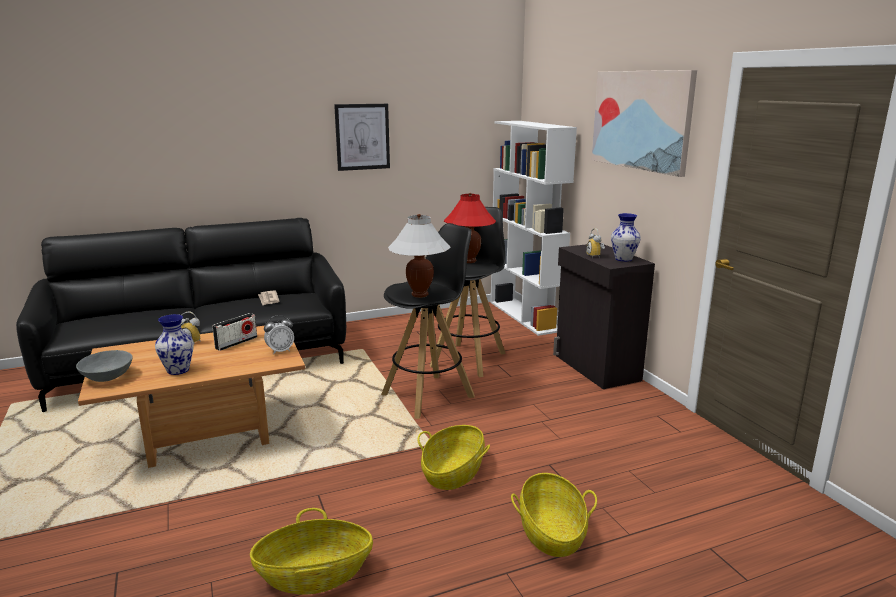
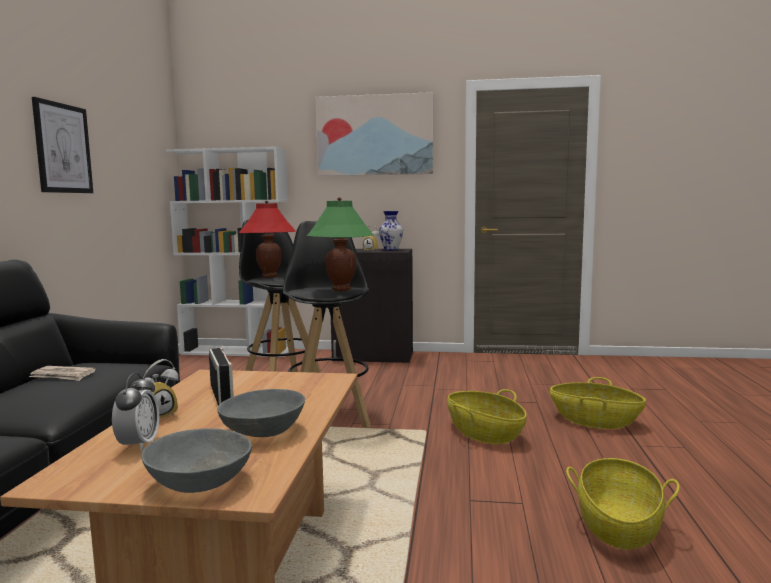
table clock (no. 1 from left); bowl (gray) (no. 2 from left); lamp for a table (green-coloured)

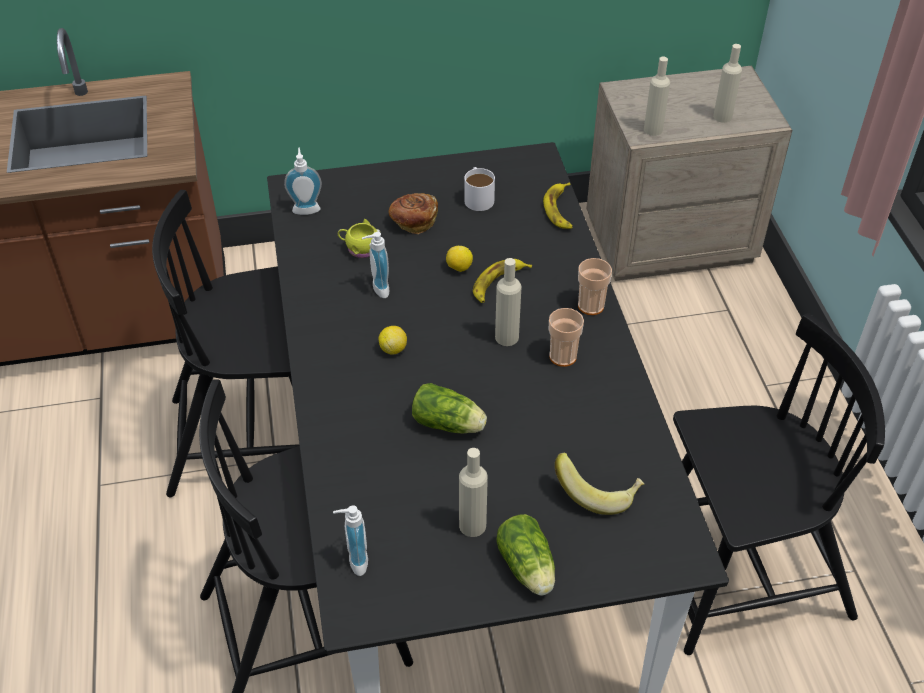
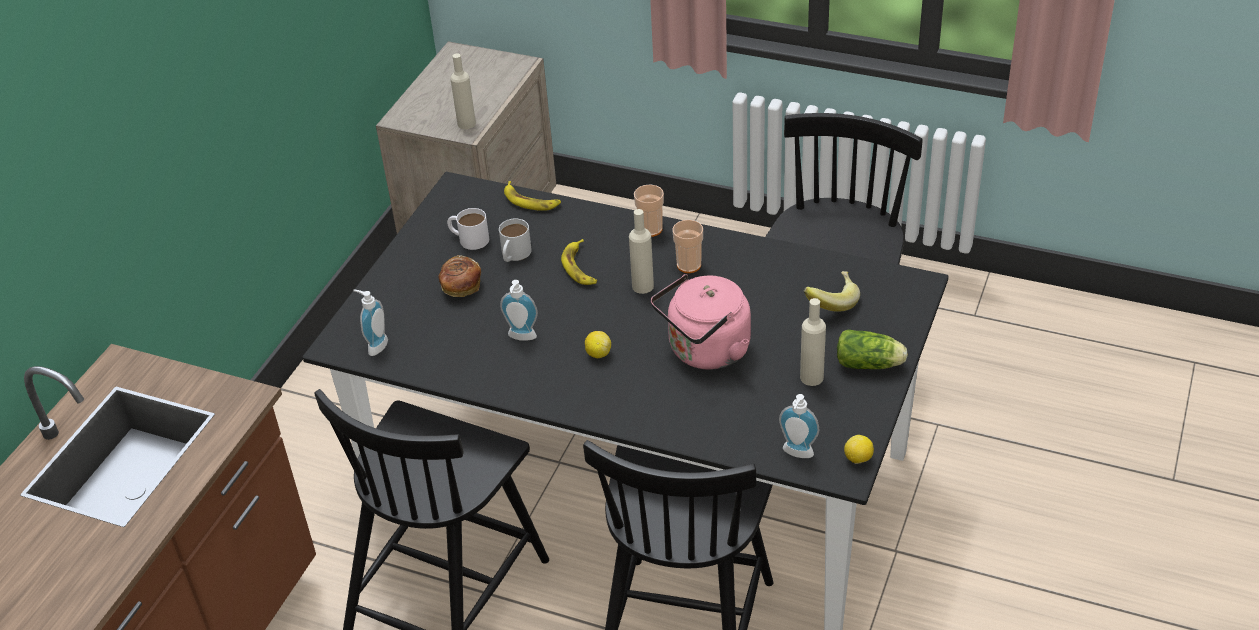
coffee mug (whitish) (no. 2 from left); kettle (pink-coloured); whole lemon (no. 2 from left); coffee mug (yellow-coloured); drink bottle (beige) (no. 4 from left in the first image)

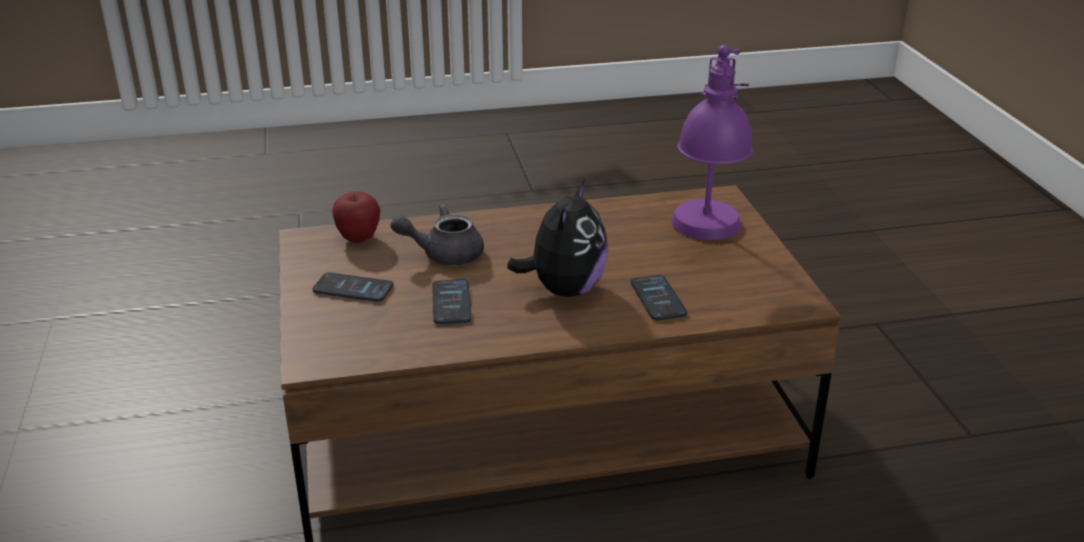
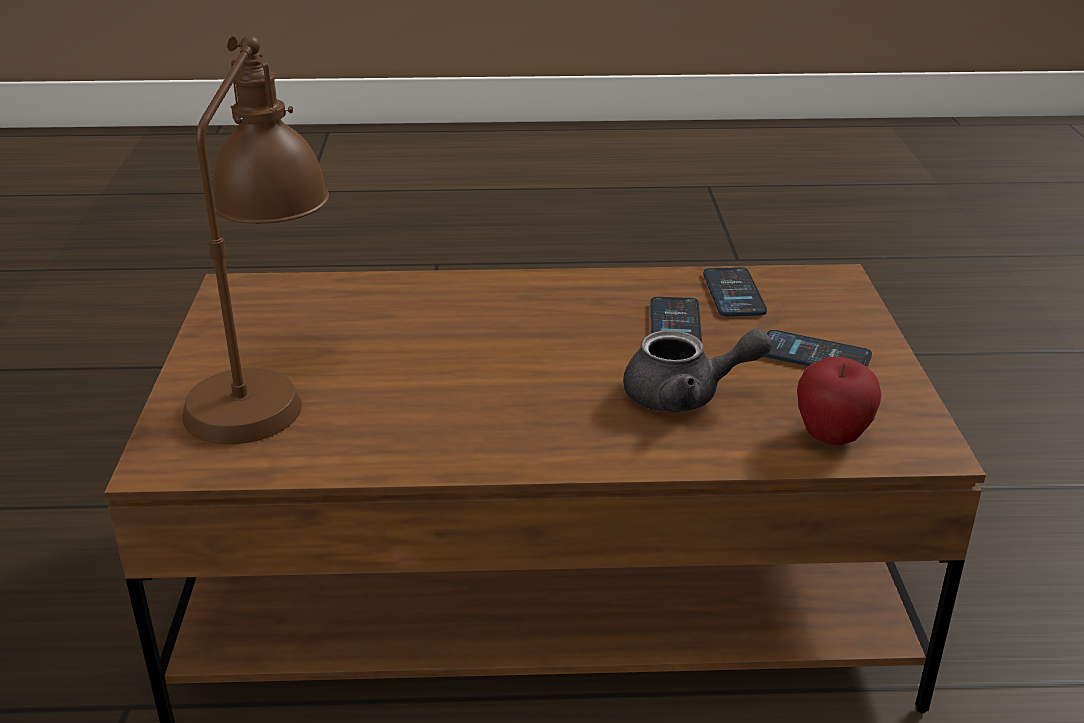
lamp for a table (brownish); phone (no. 2 from left); plush toy

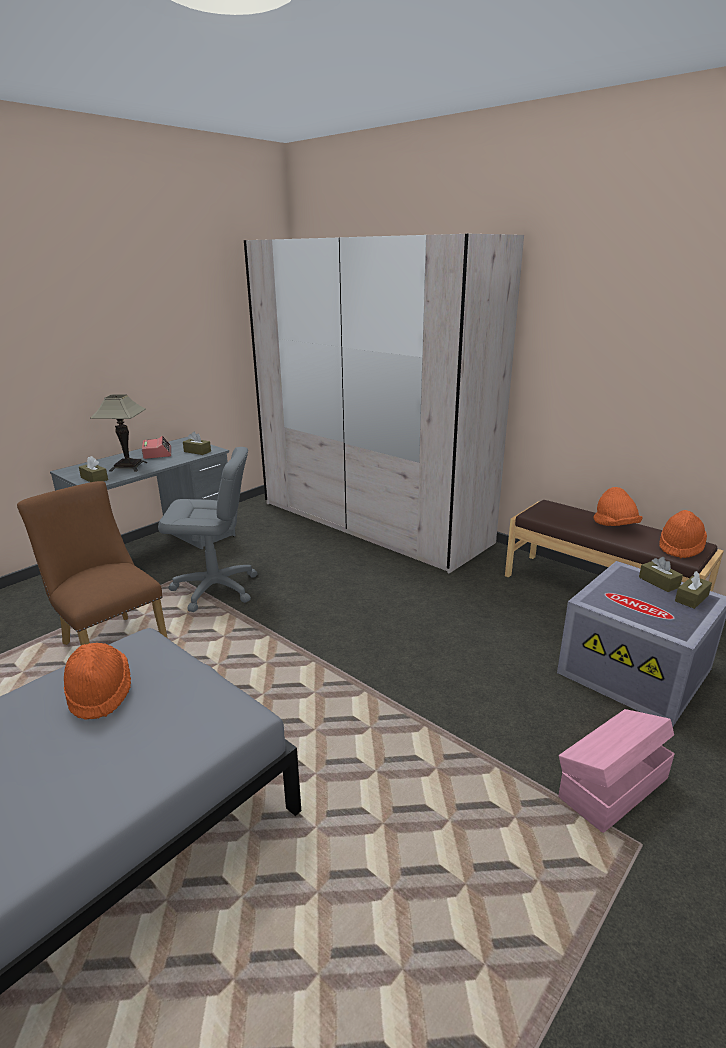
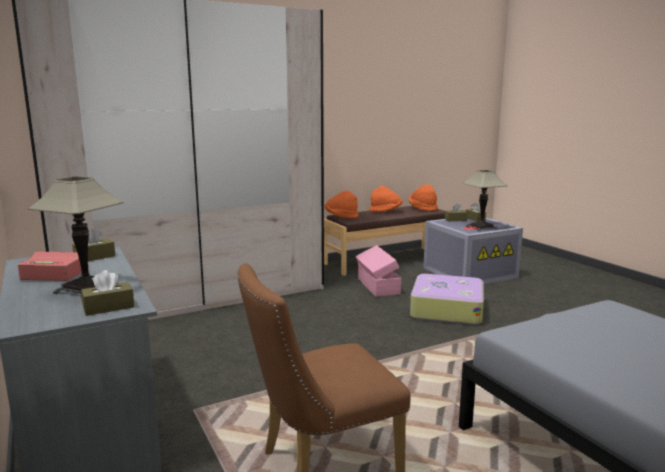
clothing hat (orangey) (no. 1 from left); storage container (pink-coloured); travel case; lamp for a table (no. 2 from left); computer chair (gray)

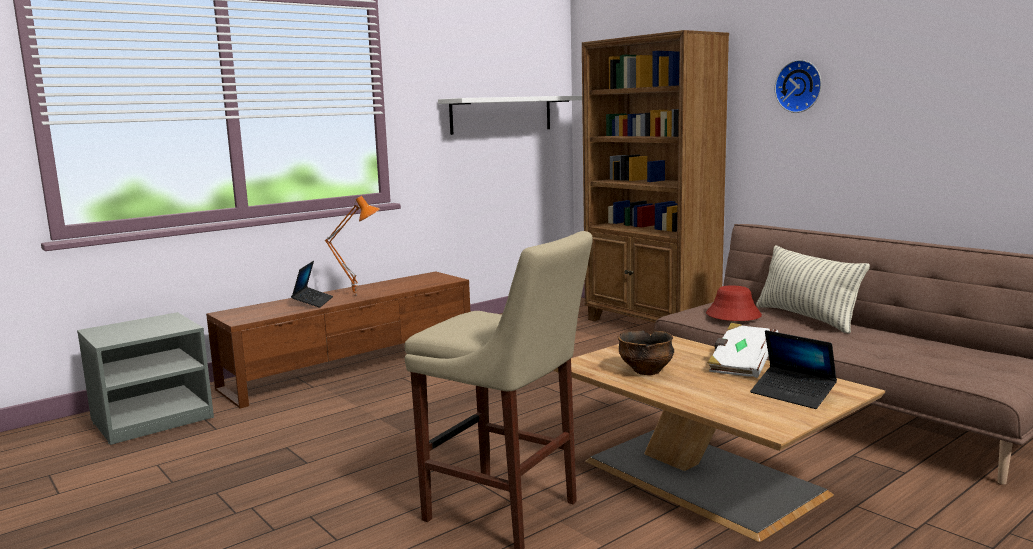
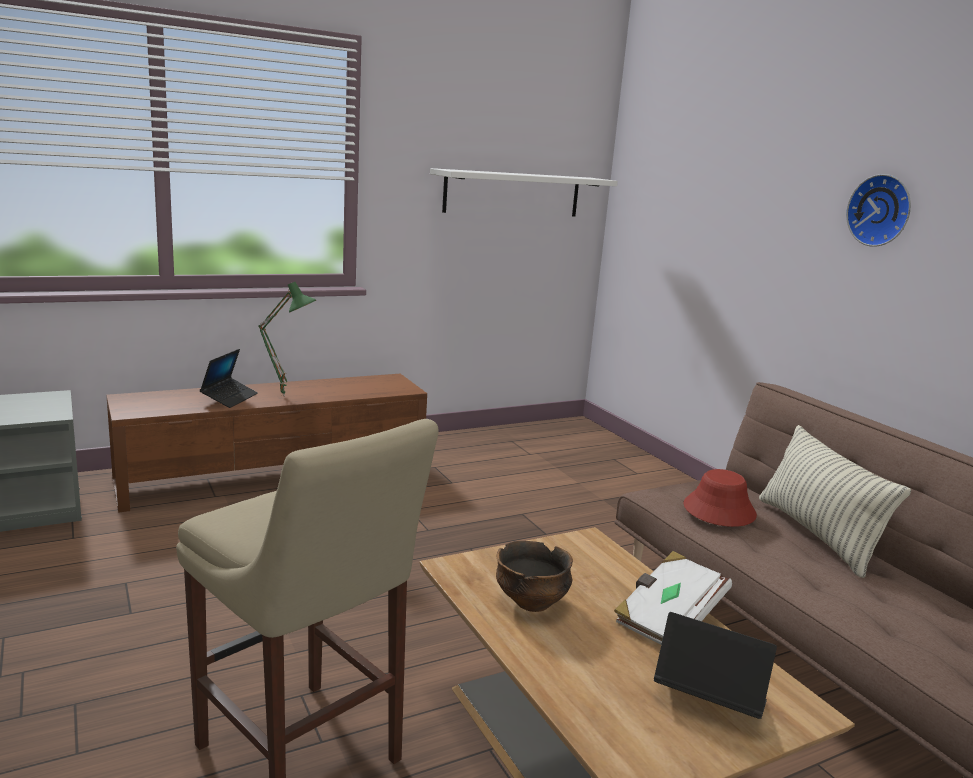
lamp for a table (green-coloured); portable computer (no. 2 from left); bookshelf (brownish)

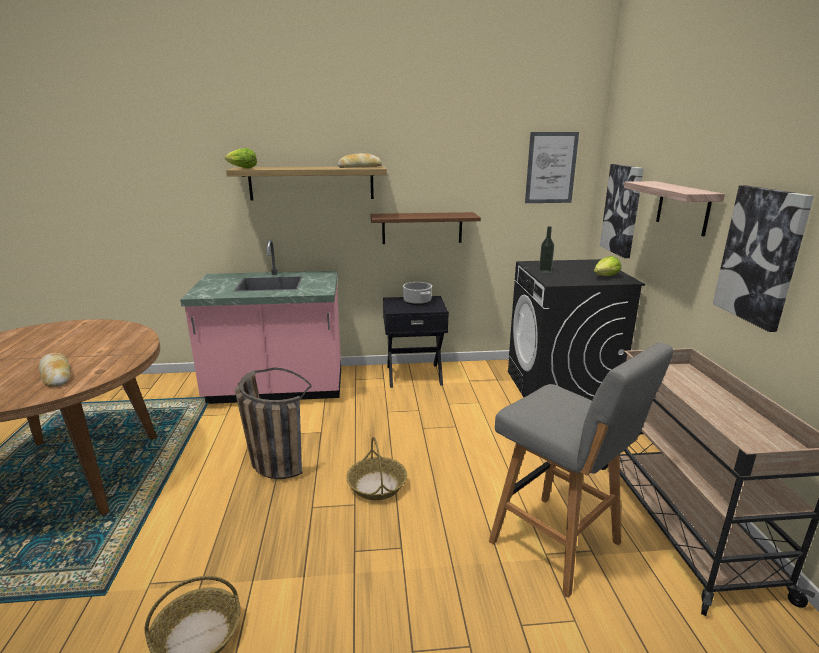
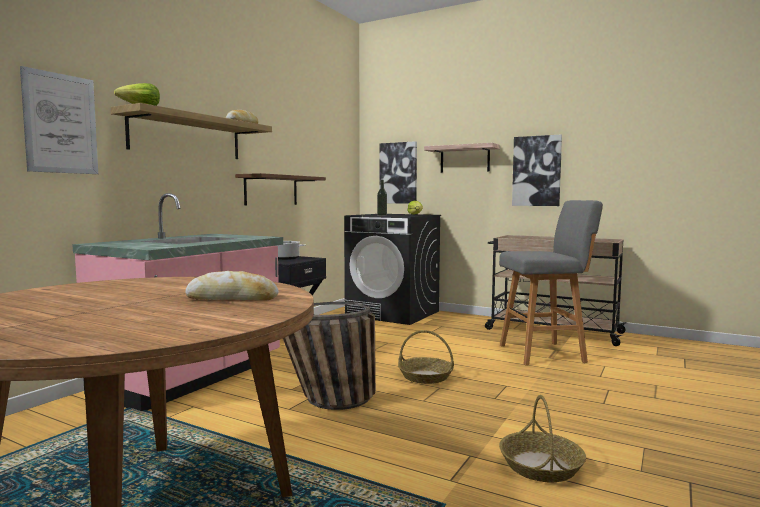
wall art (no. 1 from left)

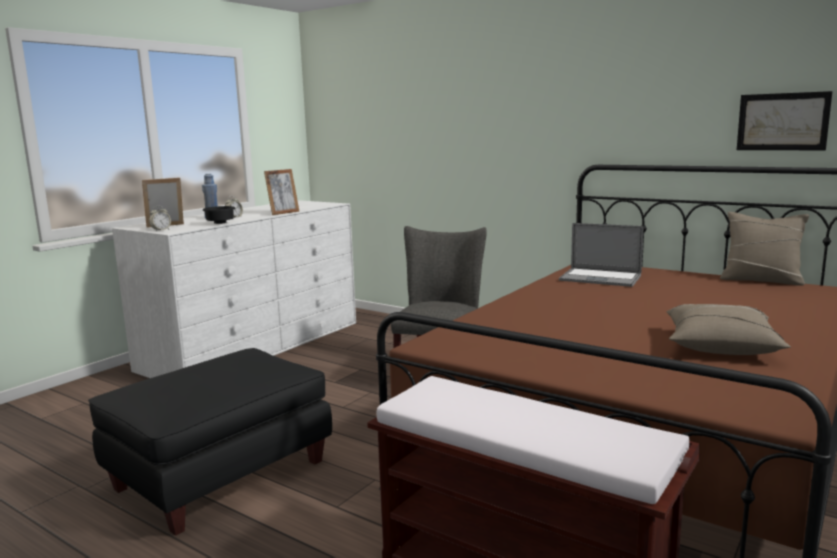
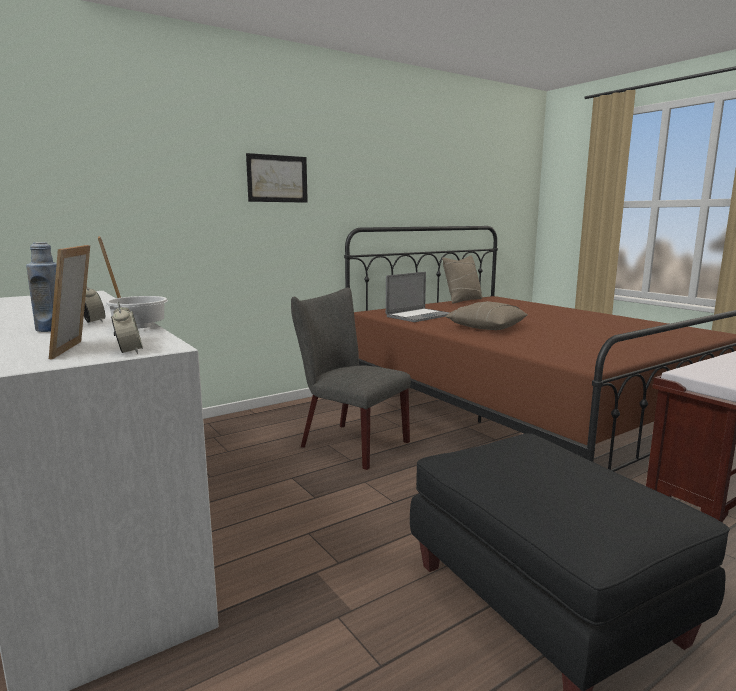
bowl (whitish); wall art; cushion (beige) (no. 2 from left)

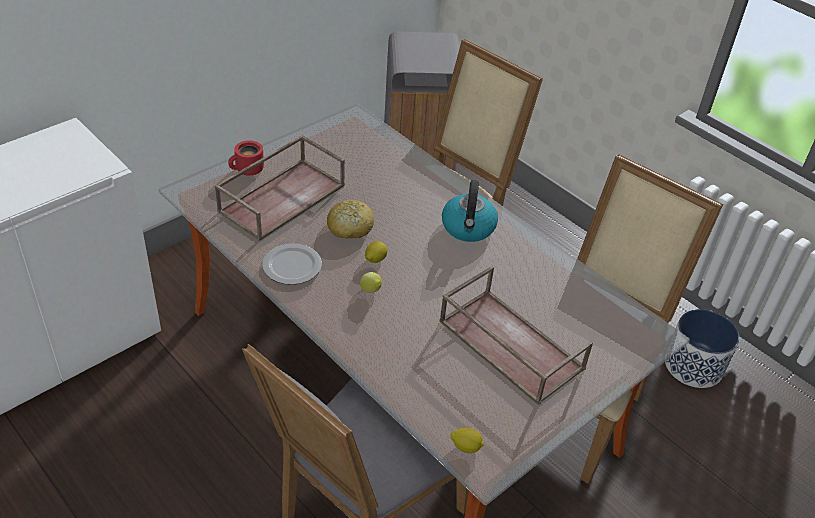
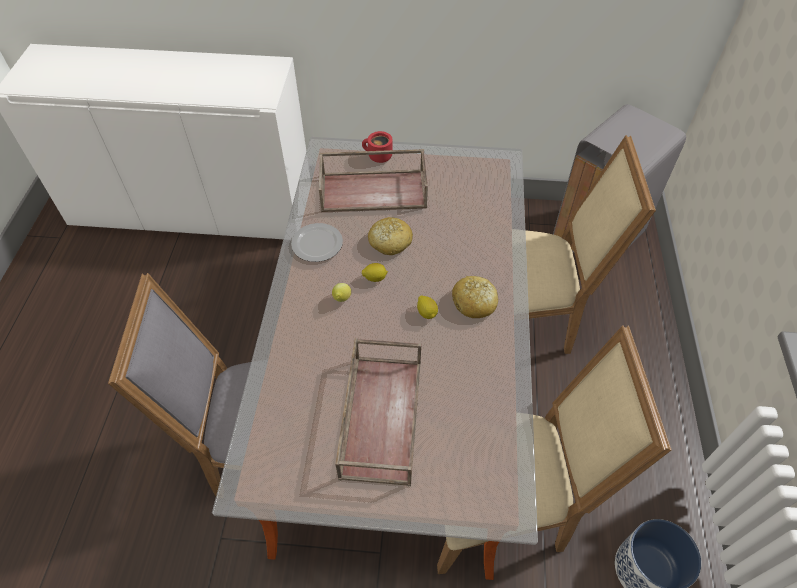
whole lemon (no. 3 from left); baked bread (no. 2 from left)

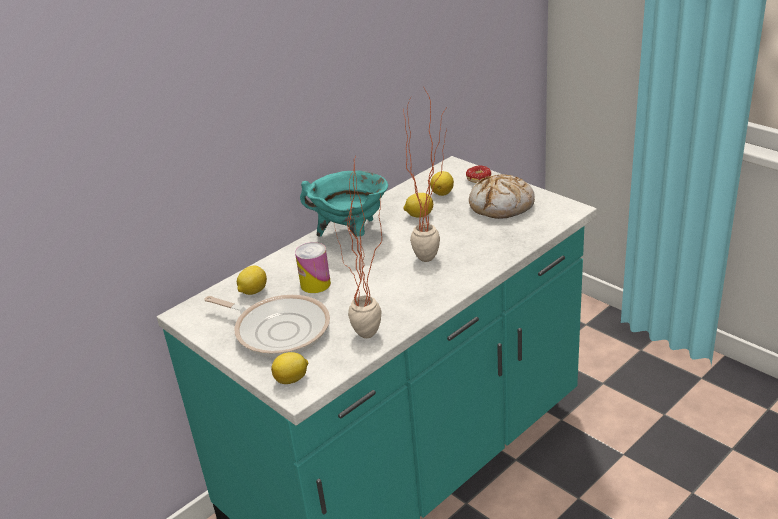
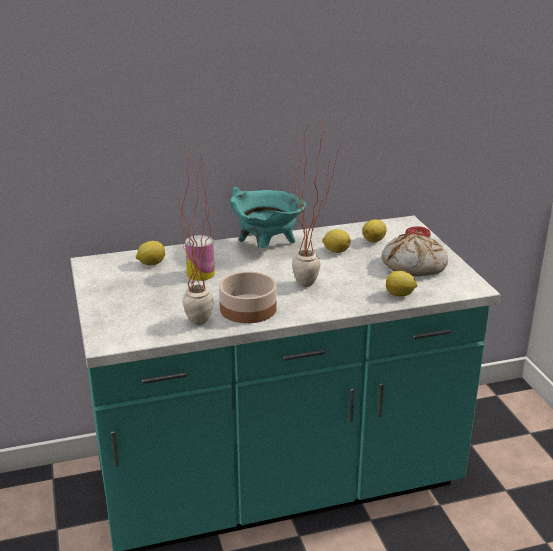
bowl; whole lemon (no. 4 from left); frying pan

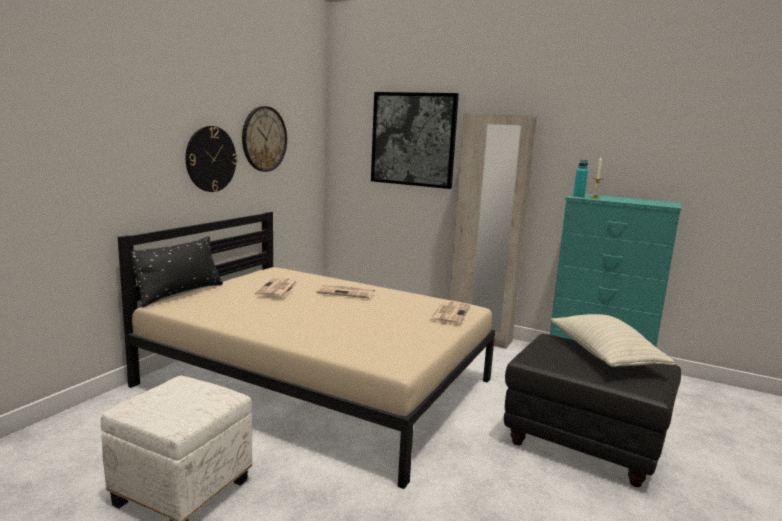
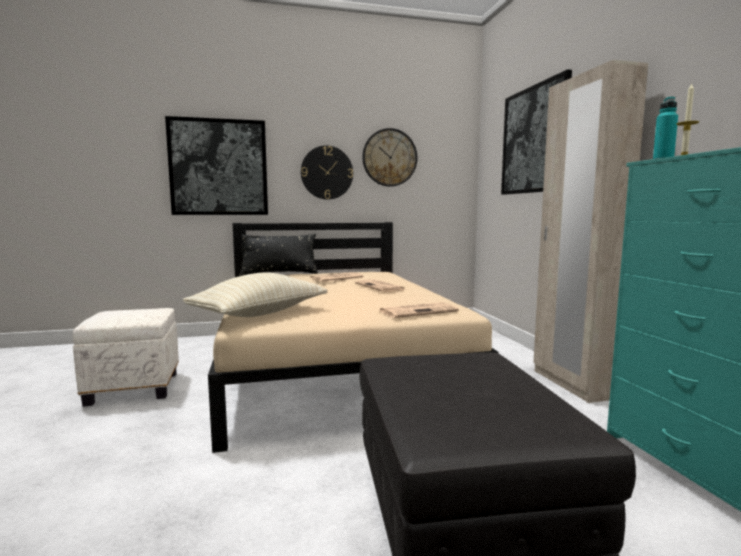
wall art (no. 1 from left); cushion (beige)

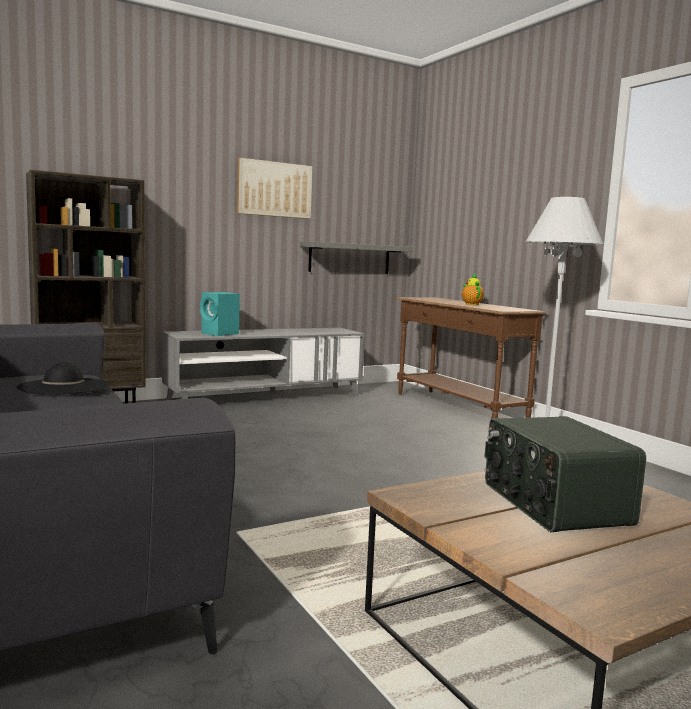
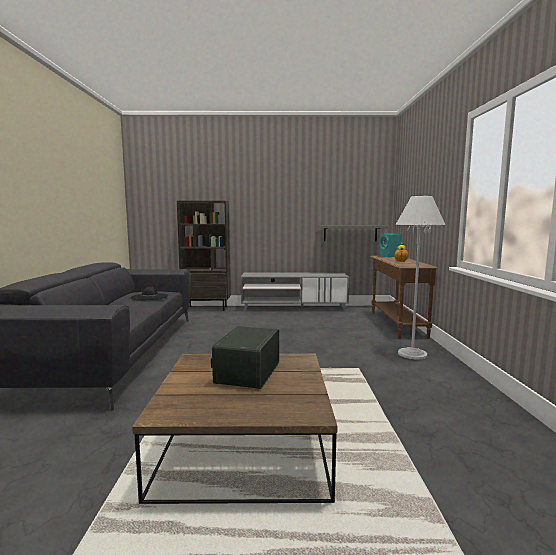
loudspeaker (turquoise); wall art

